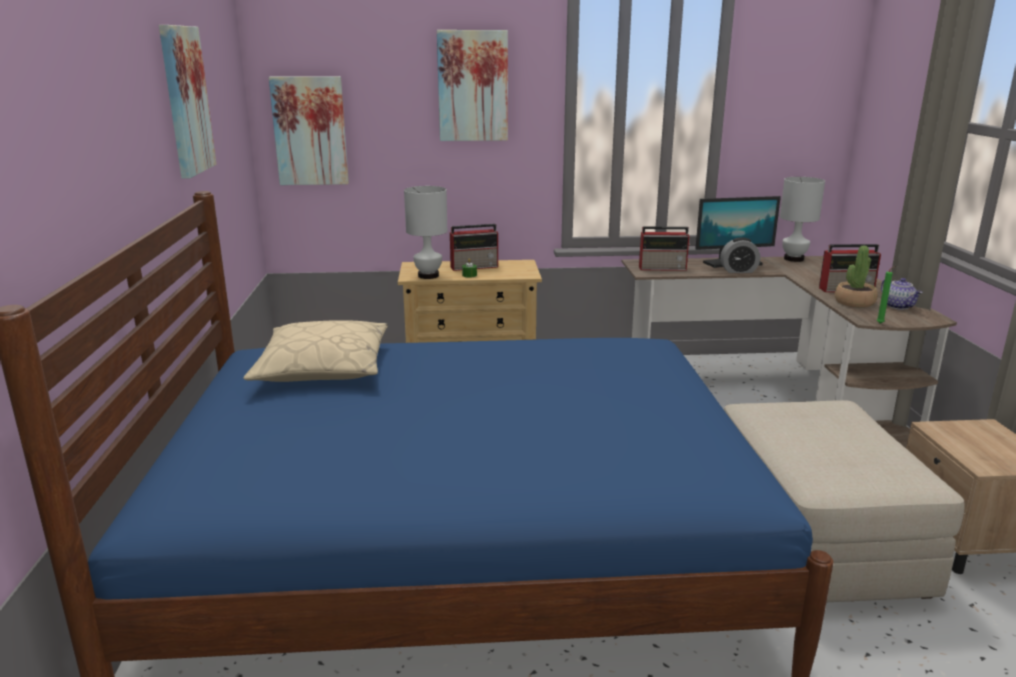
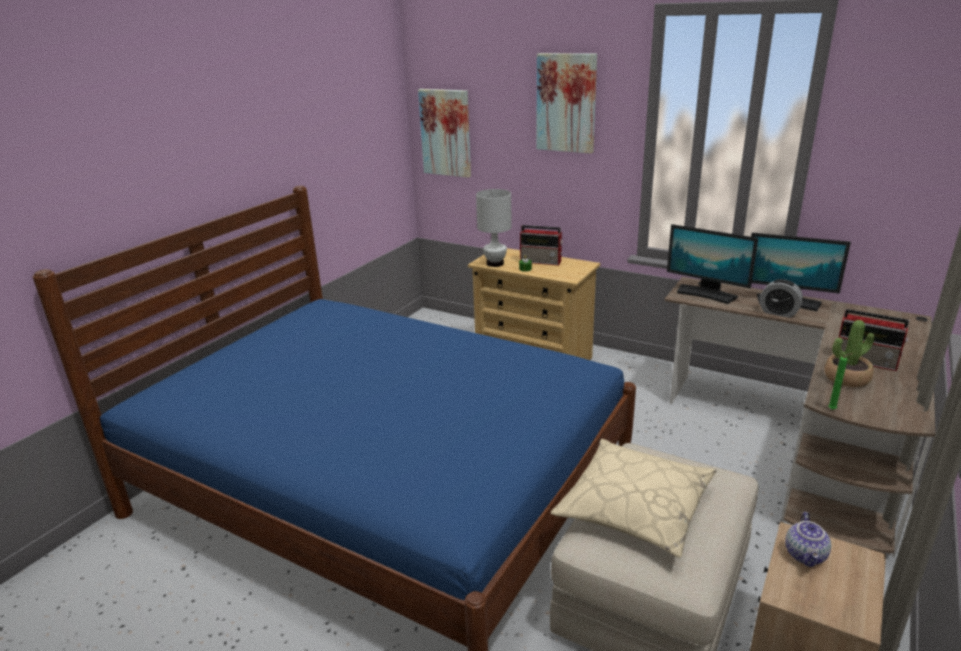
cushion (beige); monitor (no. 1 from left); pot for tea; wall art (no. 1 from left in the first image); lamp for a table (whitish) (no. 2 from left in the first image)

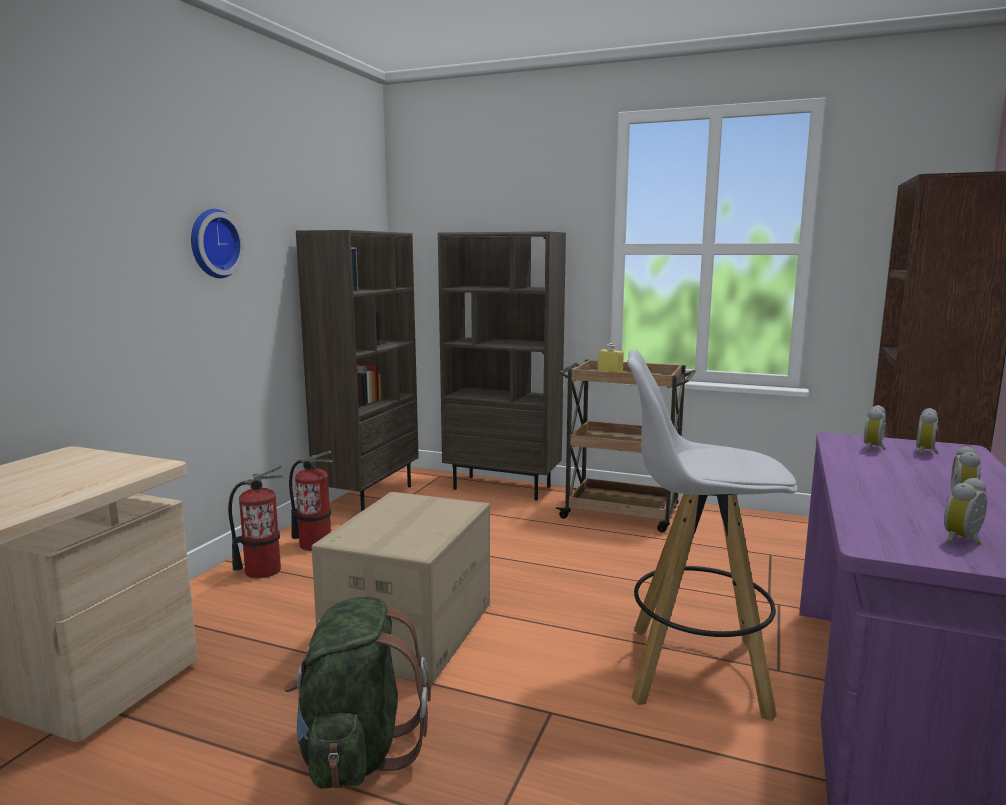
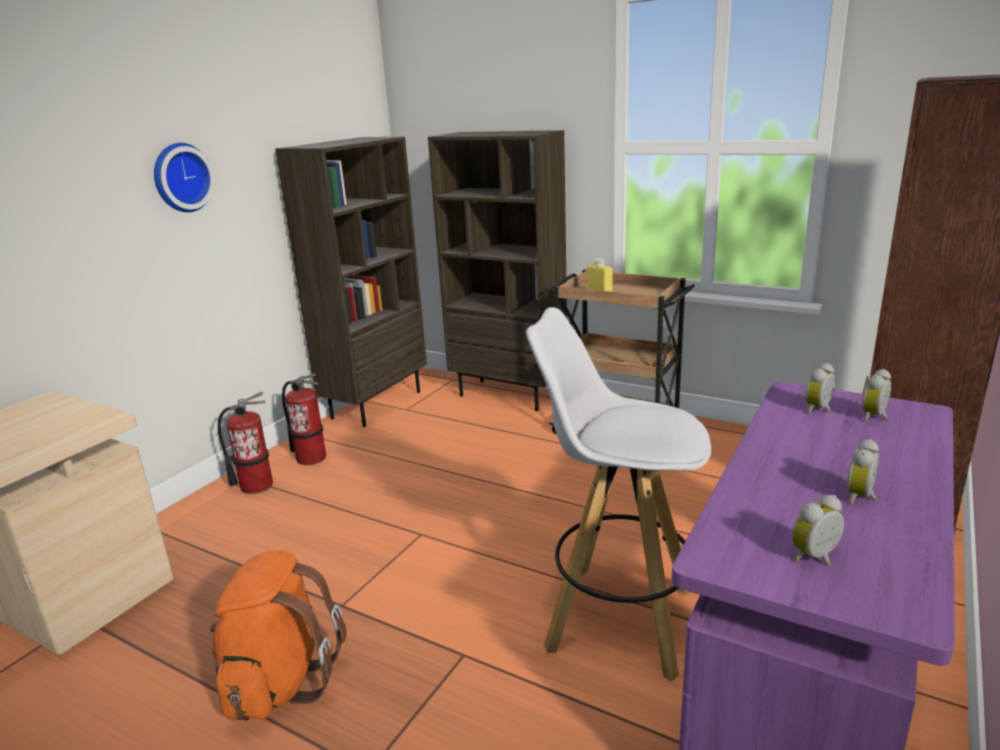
backpack (orangey); carton

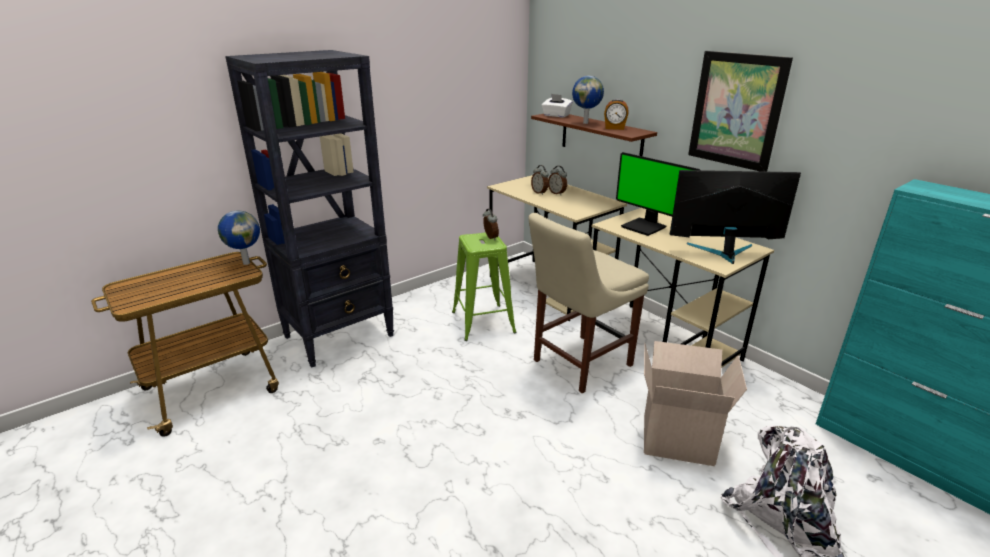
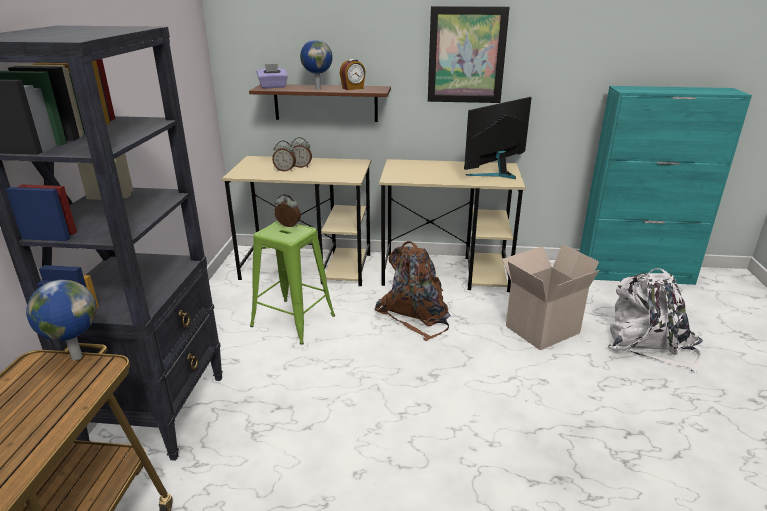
tissue holder (purple-coloured); backpack (brownish); monitor (no. 1 from left in the first image)

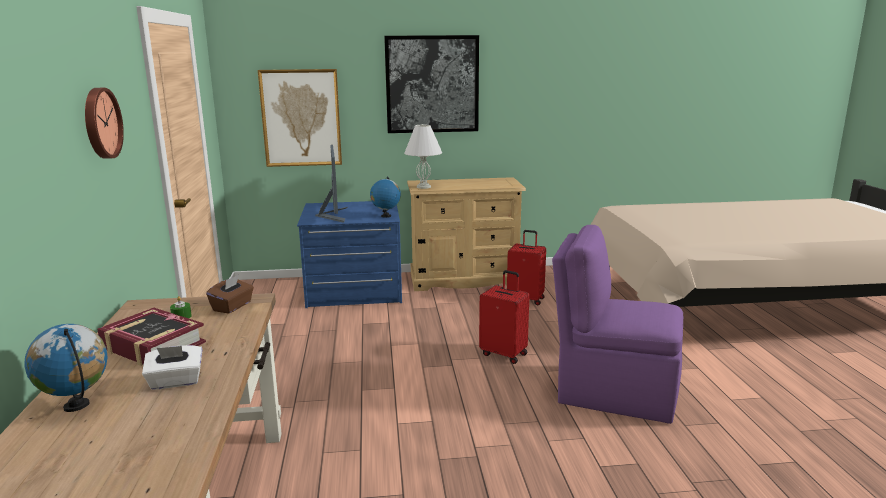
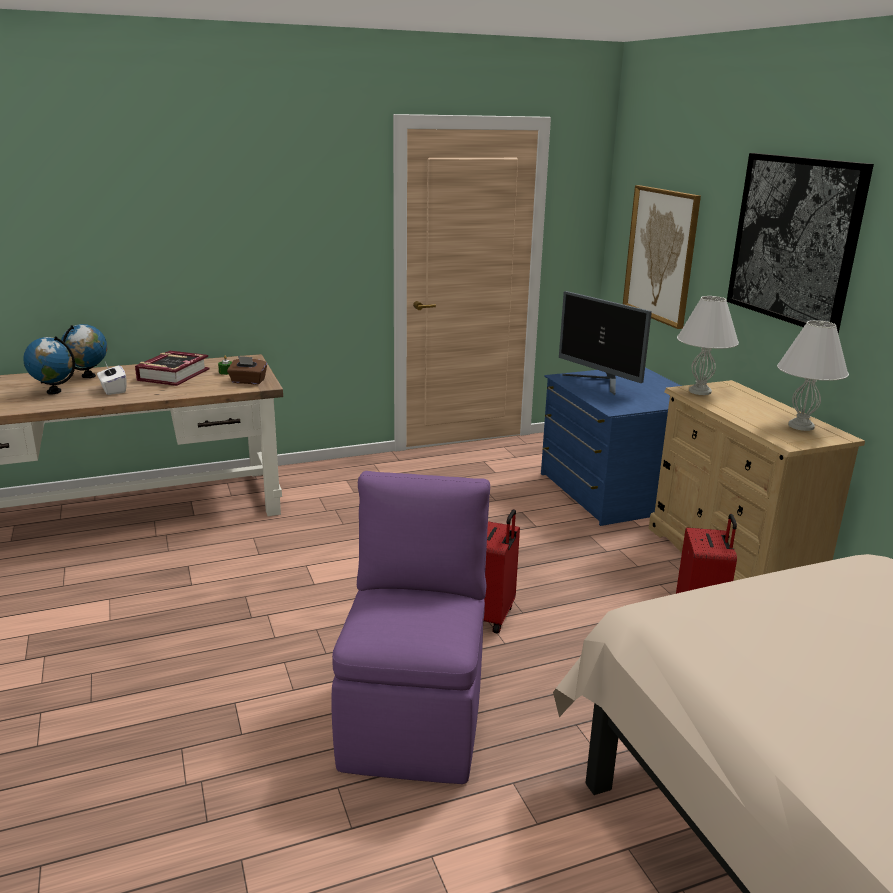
globe (no. 1 from left); monitor; lamp for a table (whitish) (no. 2 from left); hanging clock

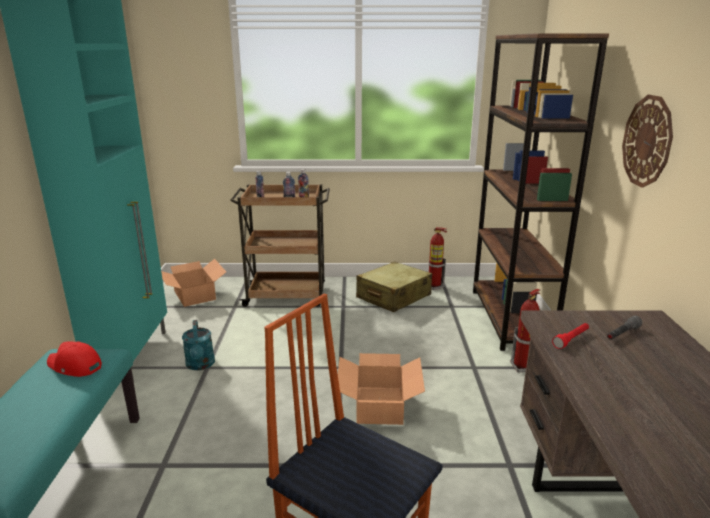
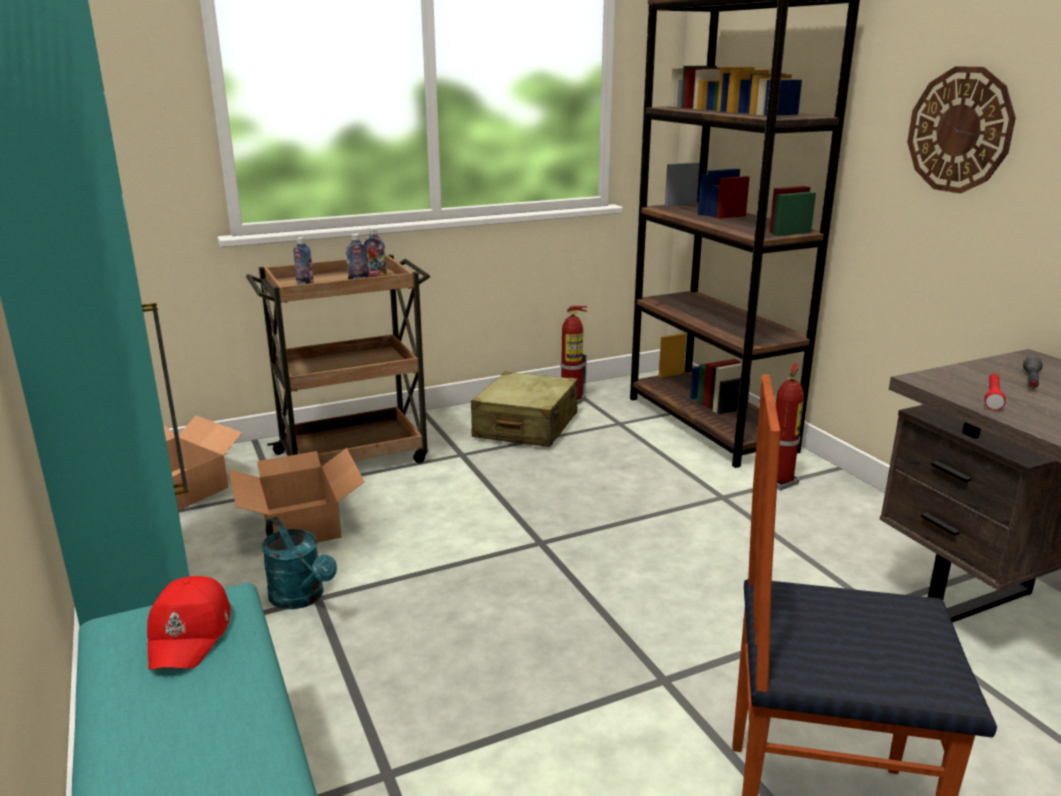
baseball cap (reddish); carton (no. 2 from left)

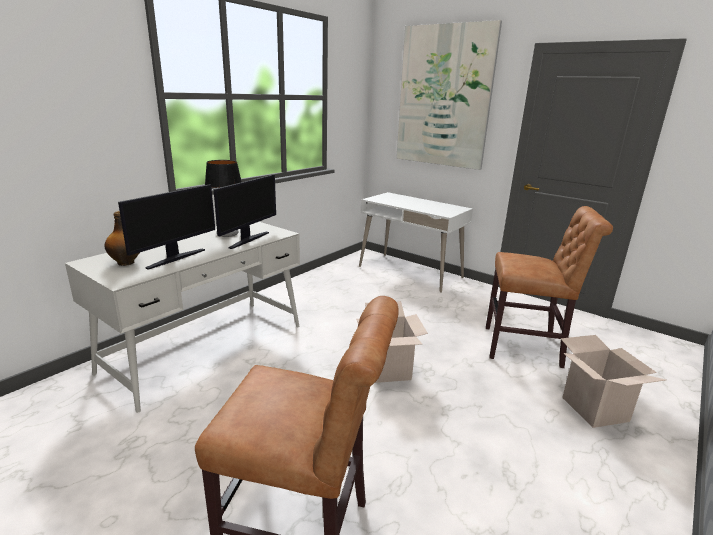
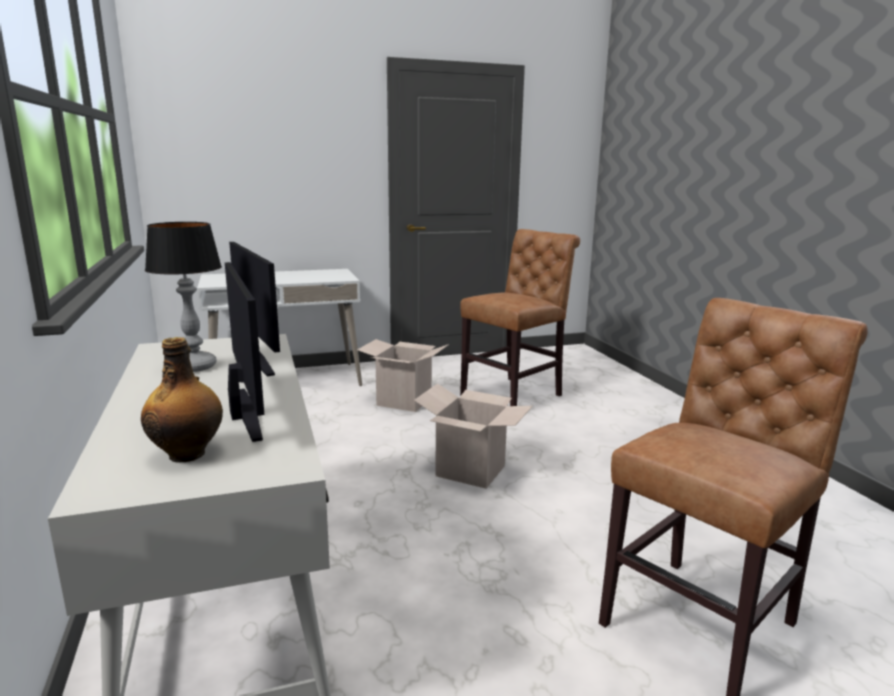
carton (no. 1 from left); wall art

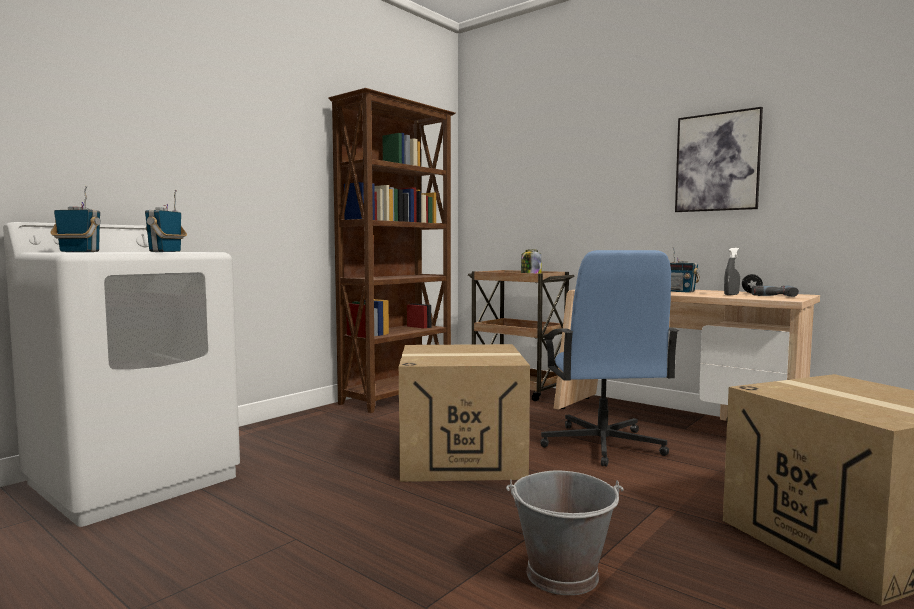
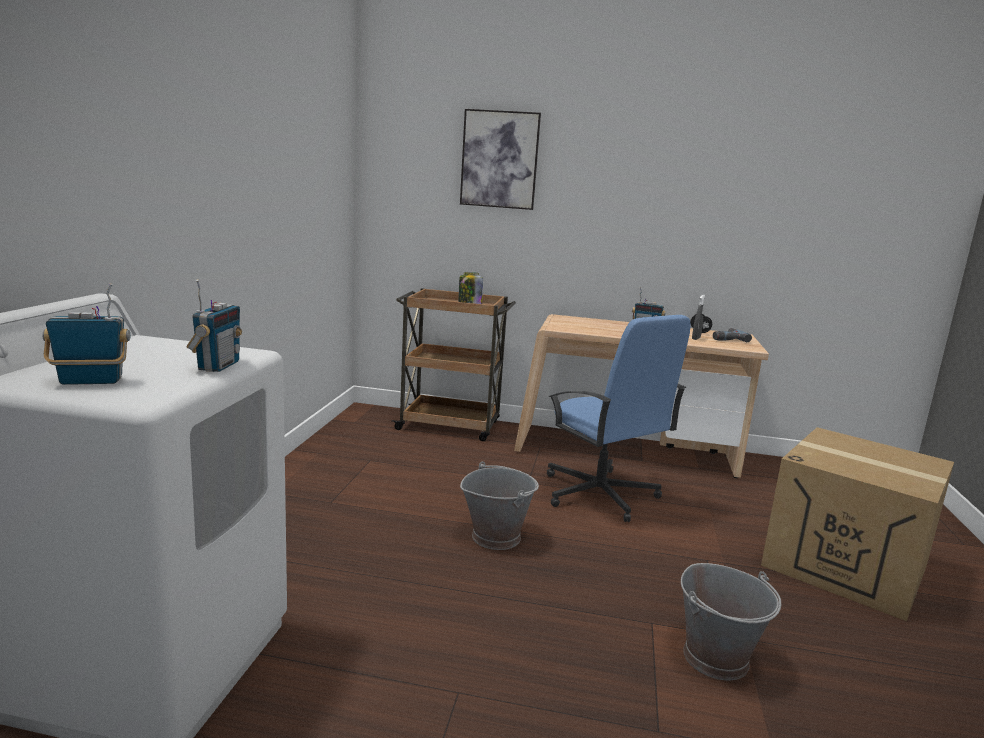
radio receiver (no. 2 from left); wall art; water bucket (gray) (no. 1 from left); bookshelf (brownish)

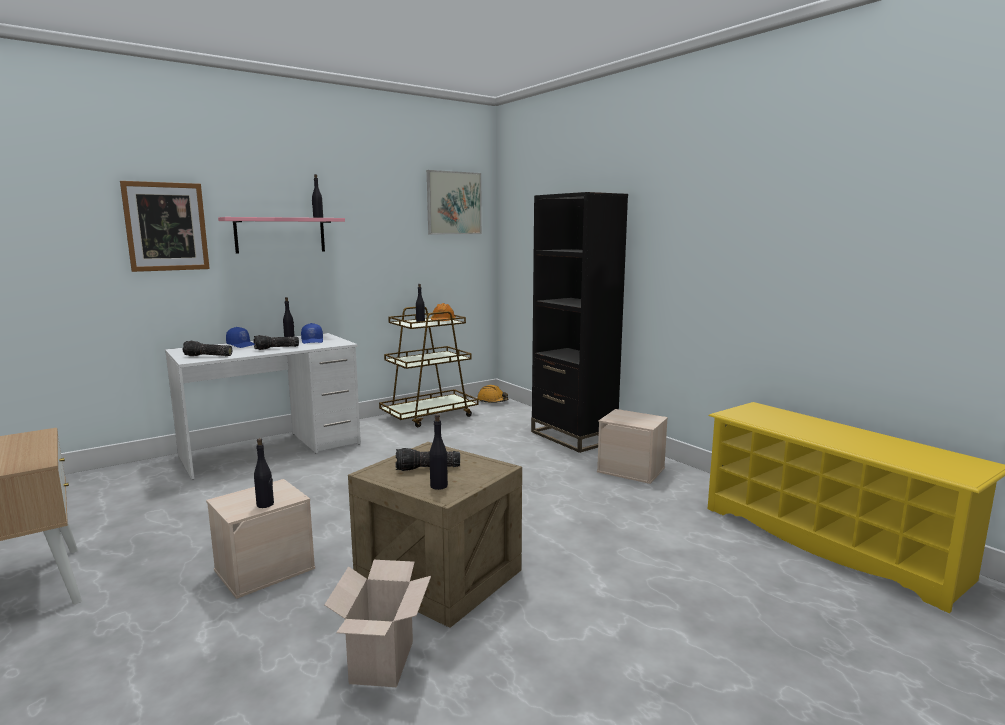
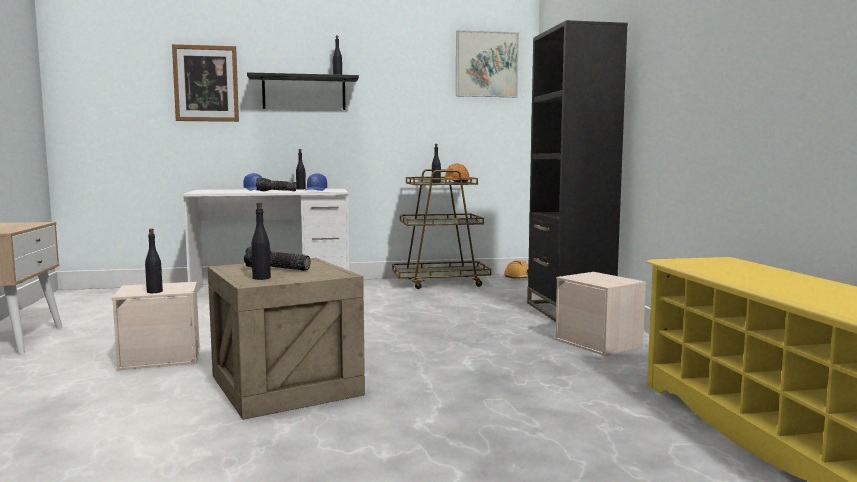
shelf (black-coloured); hand torch (no. 1 from left in the first image); carton

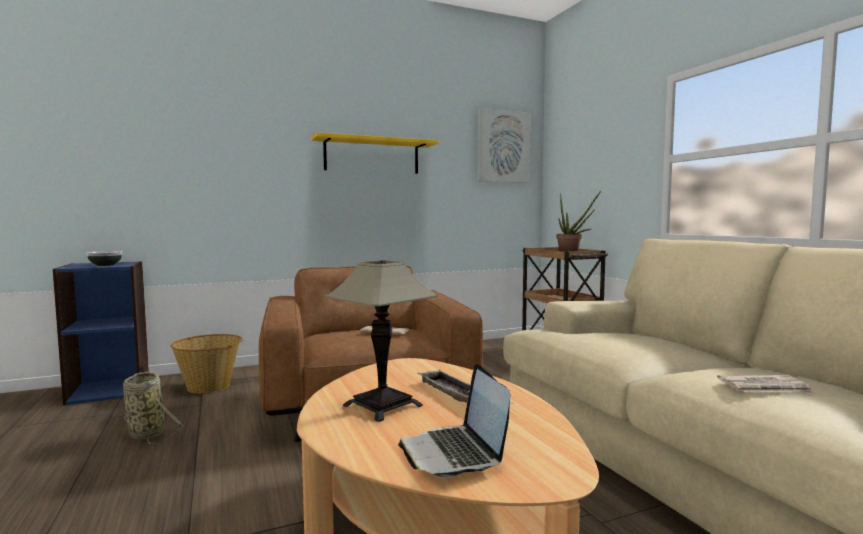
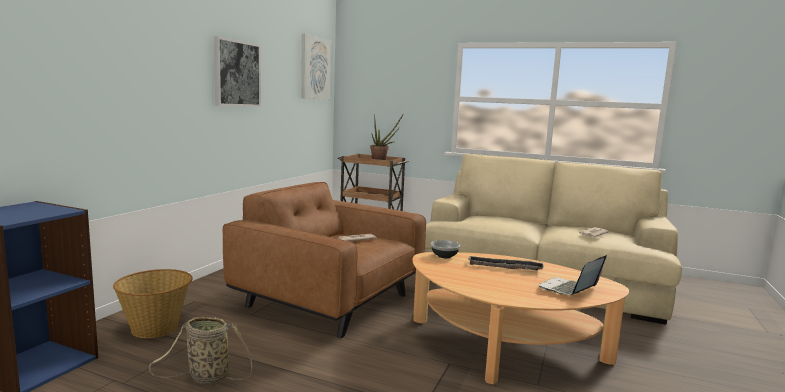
wall art (no. 1 from left); bowl; portable computer; lamp for a table

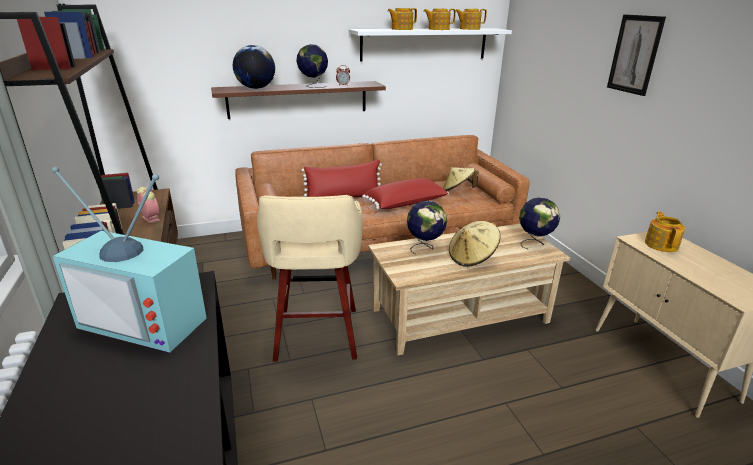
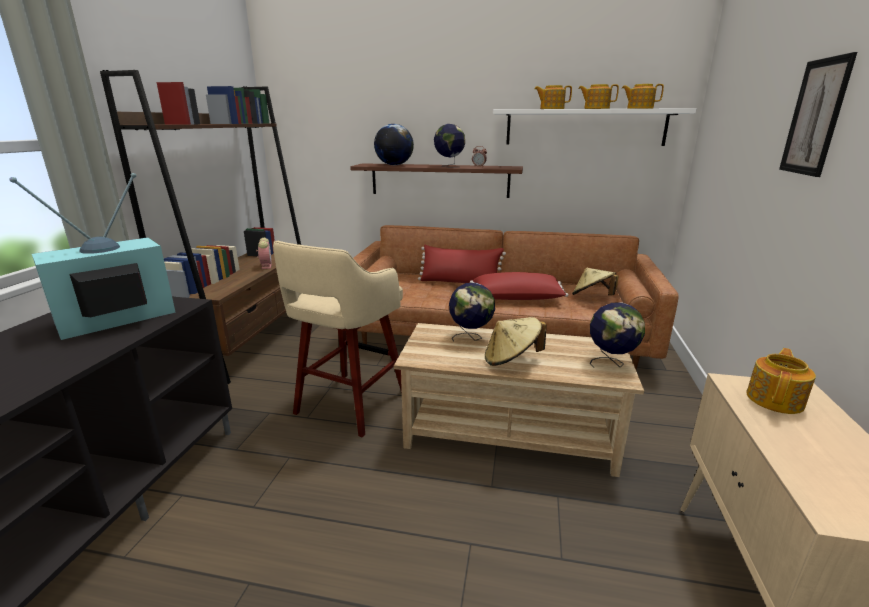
TV

